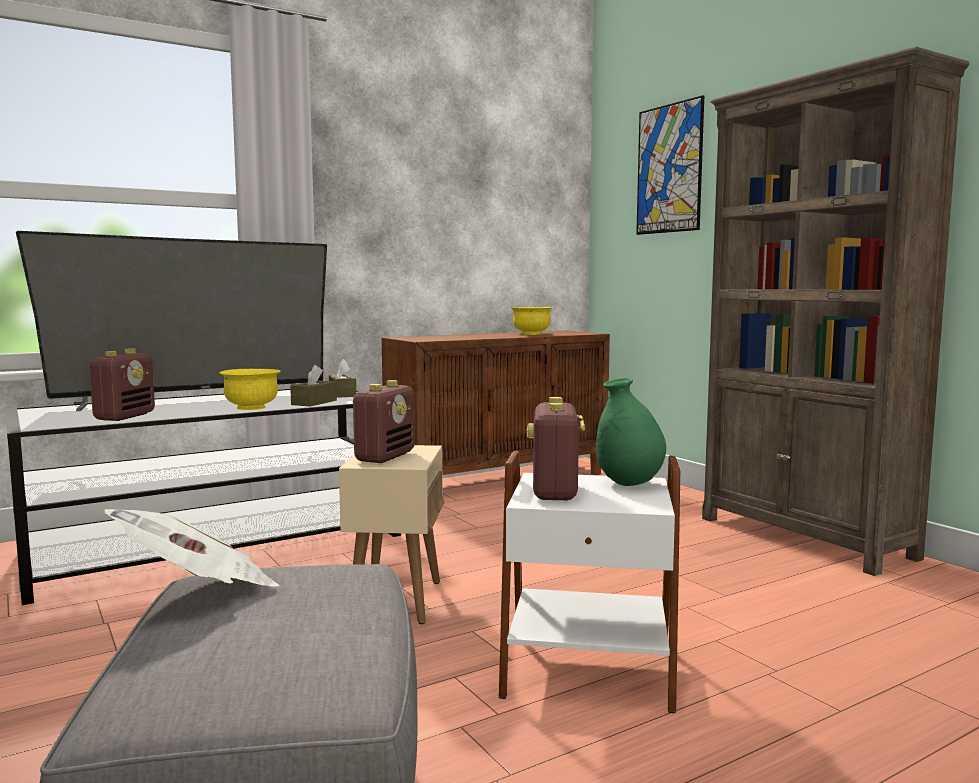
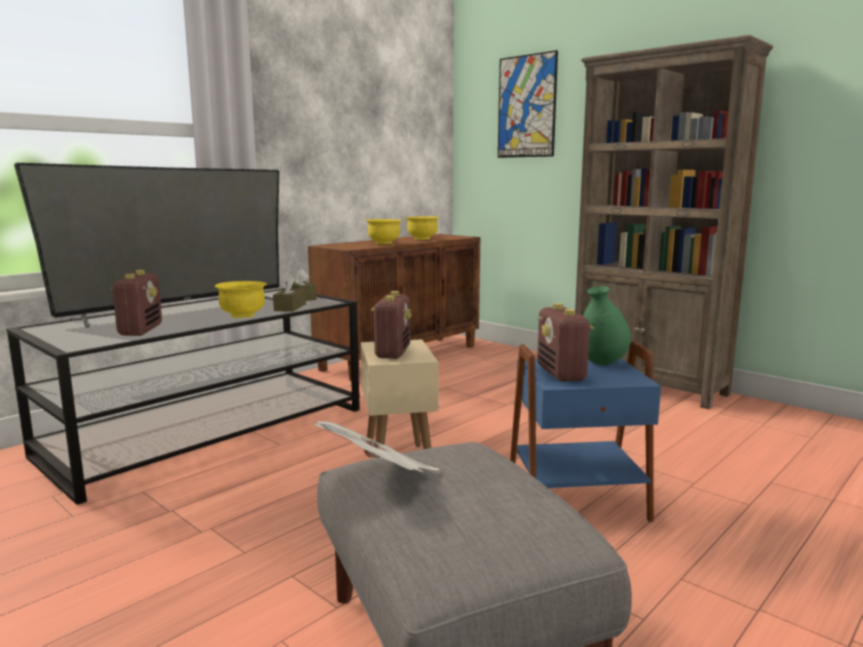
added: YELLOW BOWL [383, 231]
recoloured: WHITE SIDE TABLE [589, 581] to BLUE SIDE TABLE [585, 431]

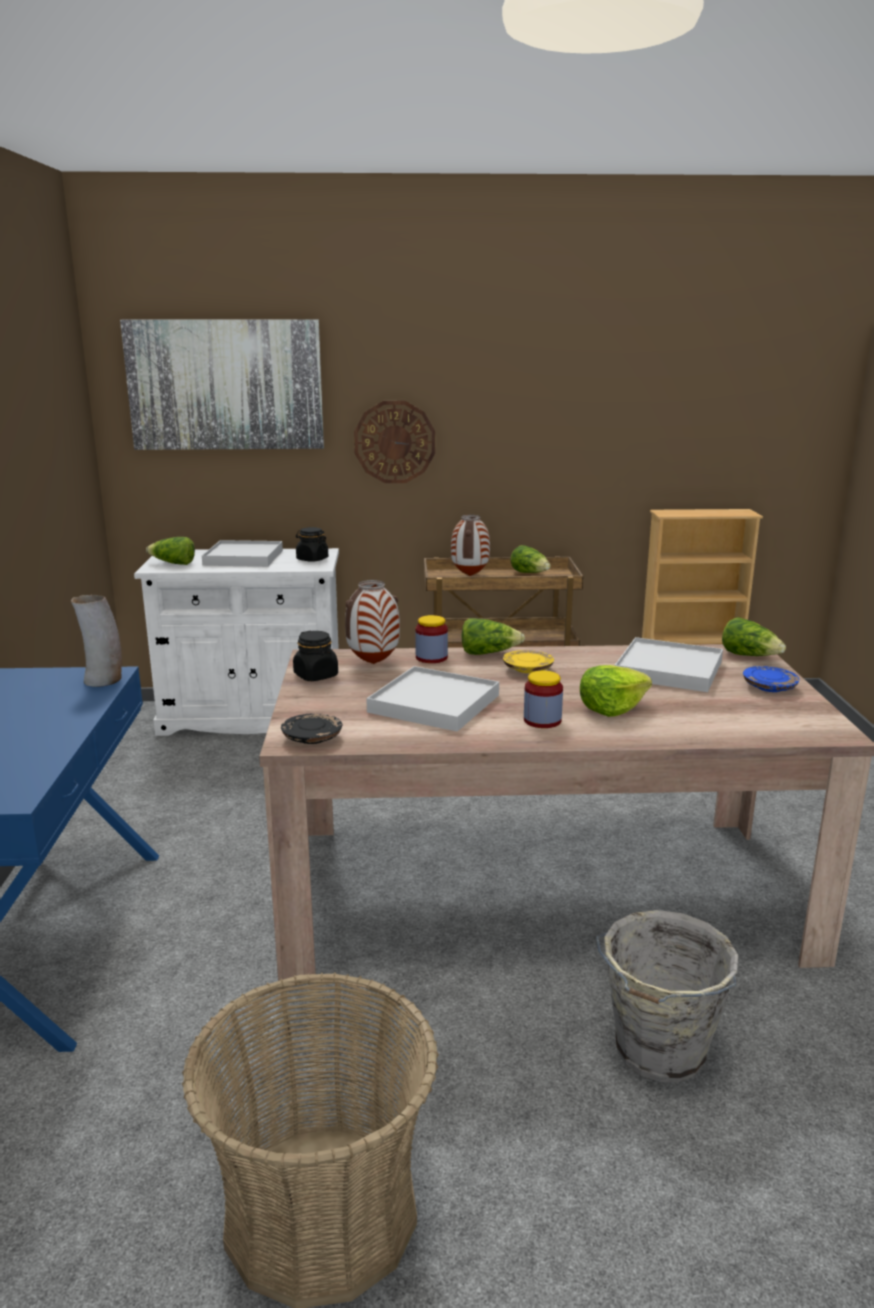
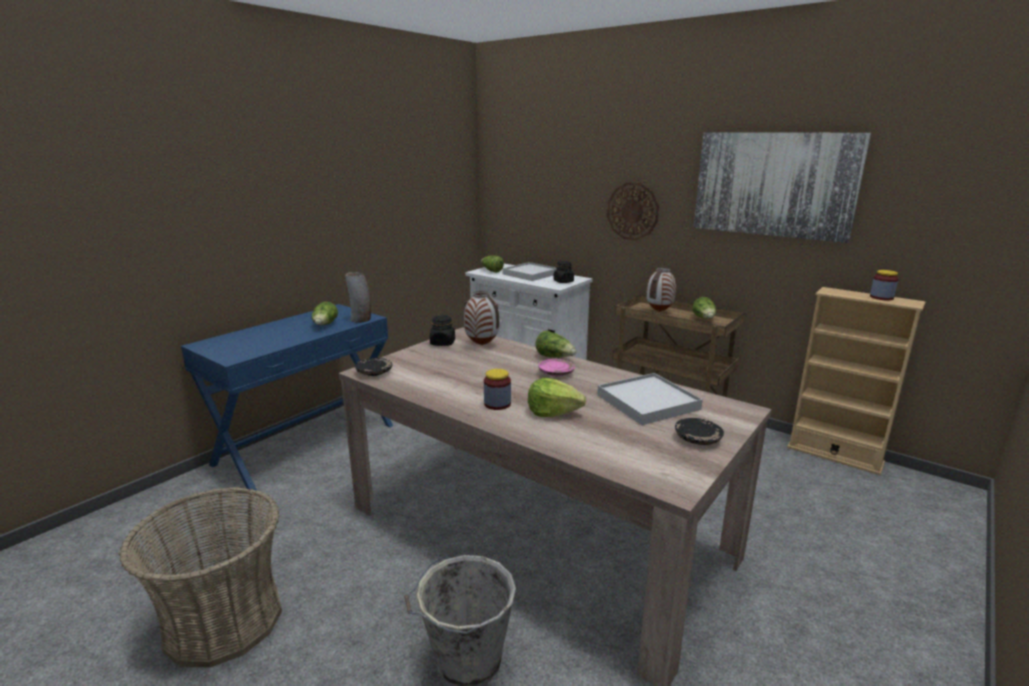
removed: WHITE TRAY [432, 699]
moved: PICTURE [222, 385] to [782, 187]; JAR [431, 639] to [884, 285]; LETTUCE [754, 636] to [325, 313]
recoloured: YELLOW PLATE [528, 662] to PINK PLATE [556, 368]; BLUE PLATE [771, 679] to BLACK PLATE [699, 431]

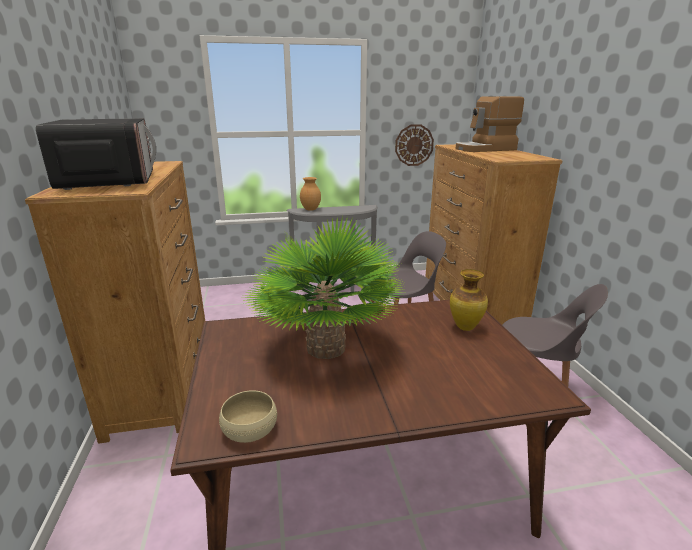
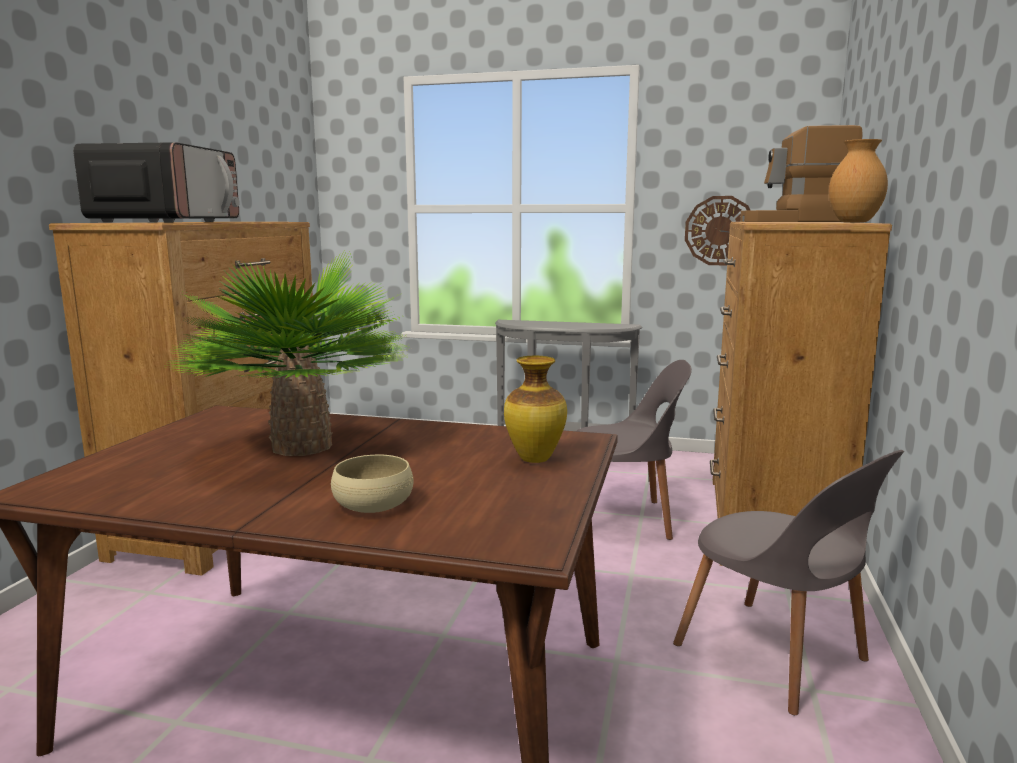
moved: BEIGE BOWL [248, 416] to [372, 484]; BROWN VASE [310, 194] to [858, 181]

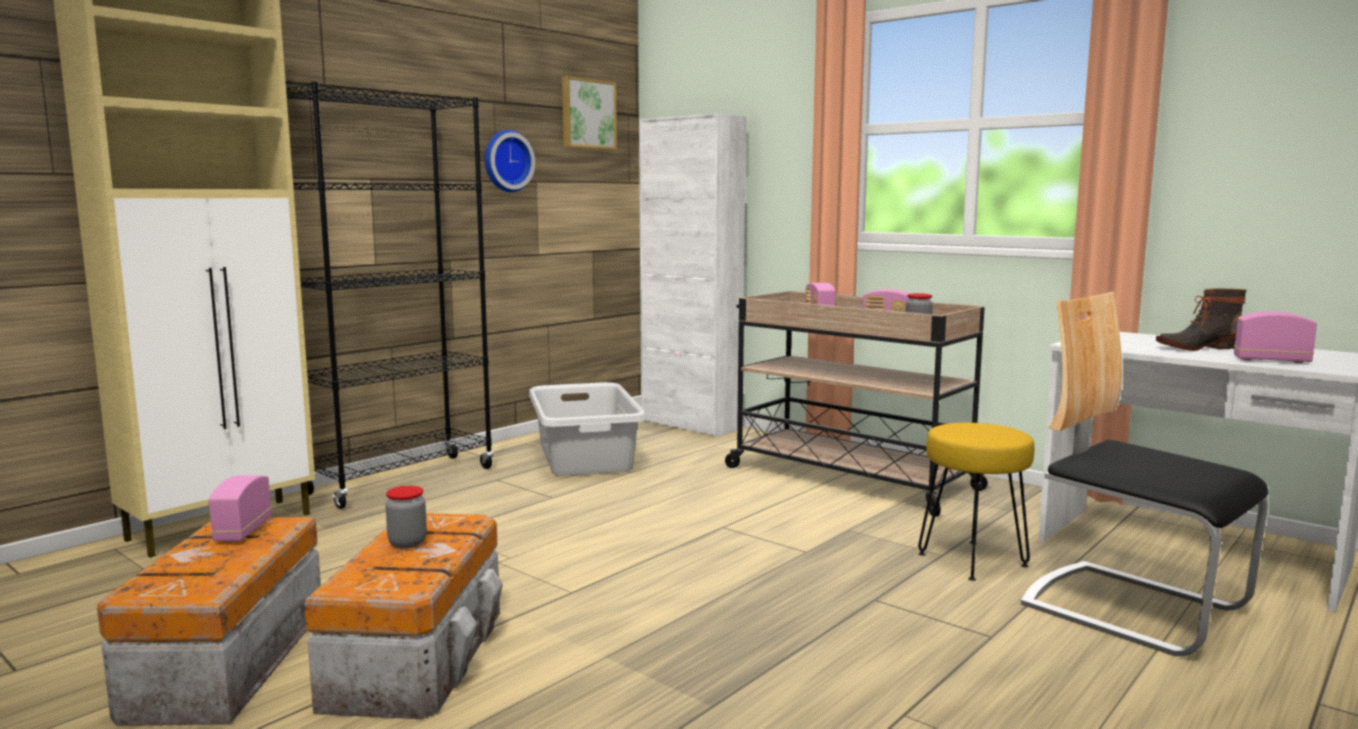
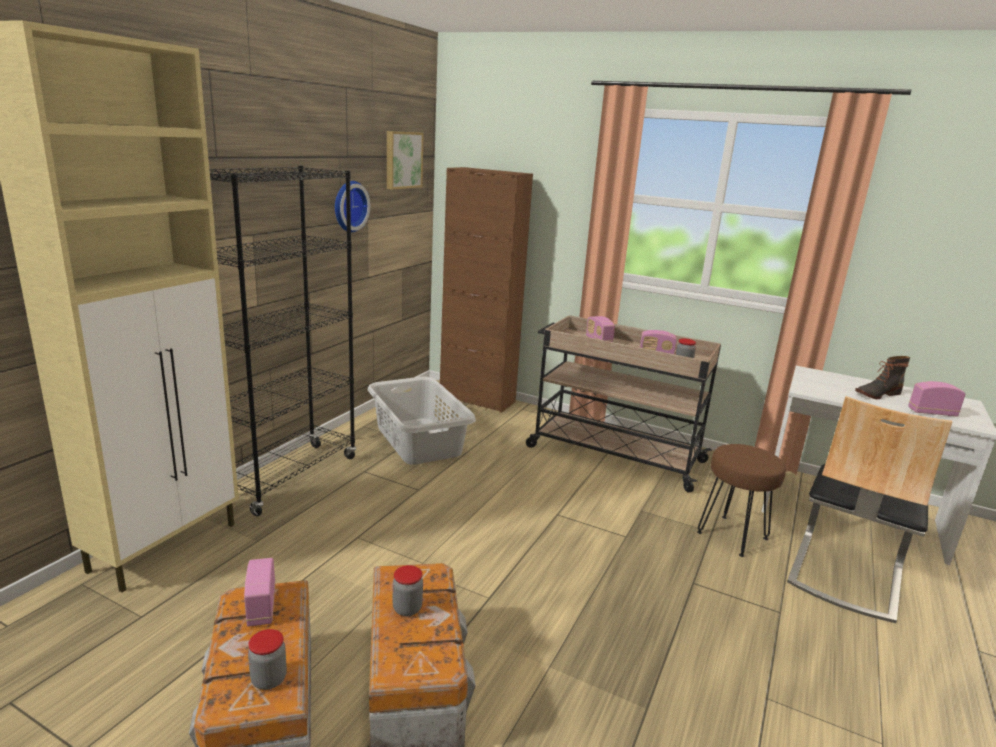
added: JAR [267, 659]
recoloured: WHITE CABINET [693, 275] to BROWN CABINET [486, 290]; YELLOW STOOL [976, 502] to BROWN STOOL [741, 500]
turned: CHAIR [1145, 474] = [869, 509] 90 degrees counterclockwise

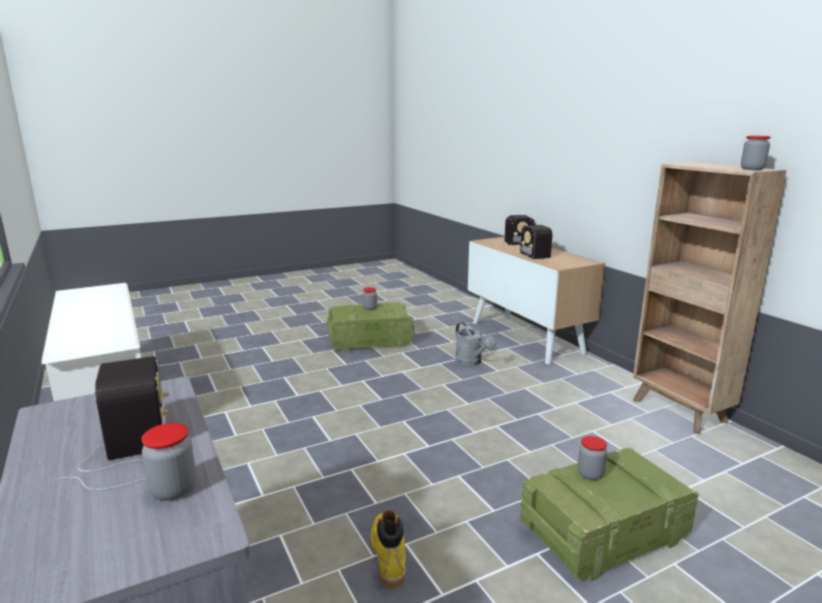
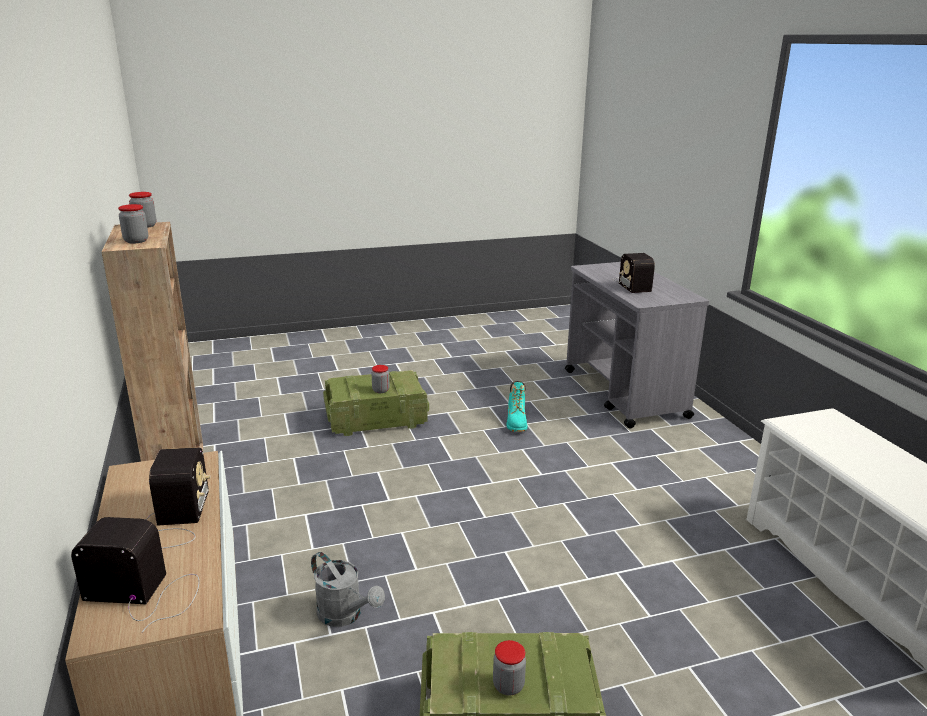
moved: JAR [168, 461] to [133, 223]
recoloured: YELLOW BOOT [388, 549] to TURQUOISE BOOT [517, 406]
turned: GREY WATERING CAN [475, 344] = [348, 589] 150 degrees clockwise

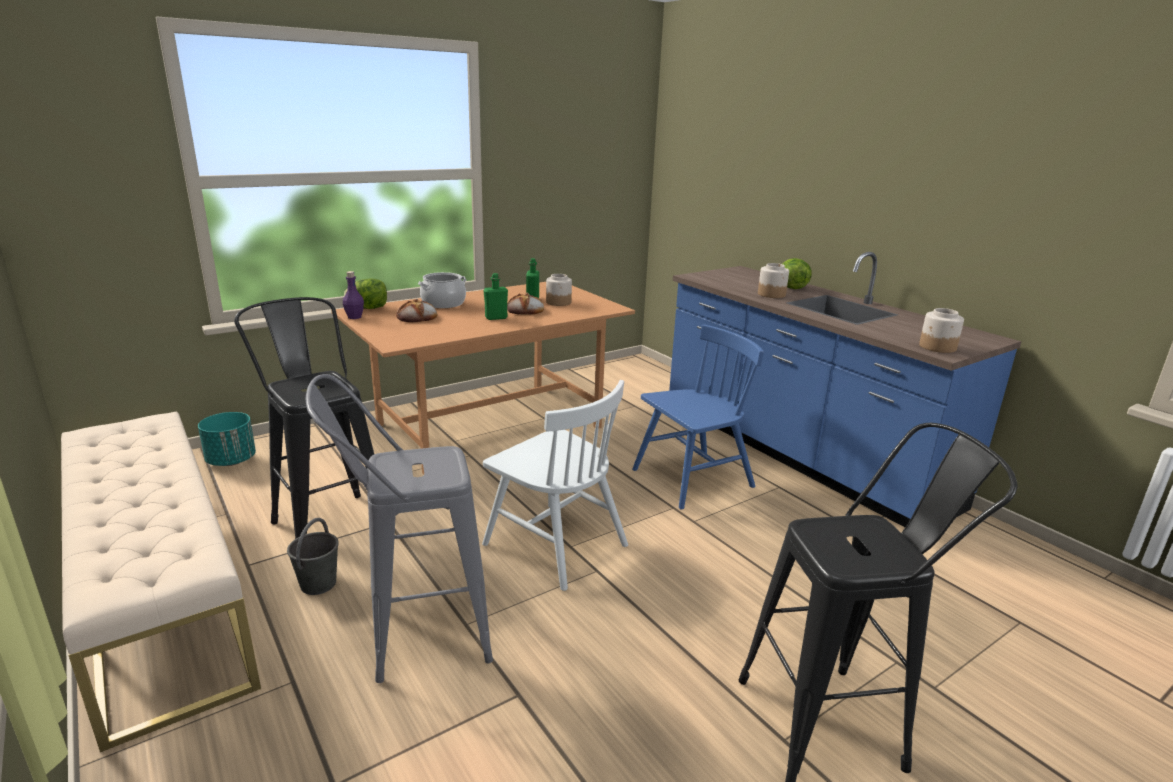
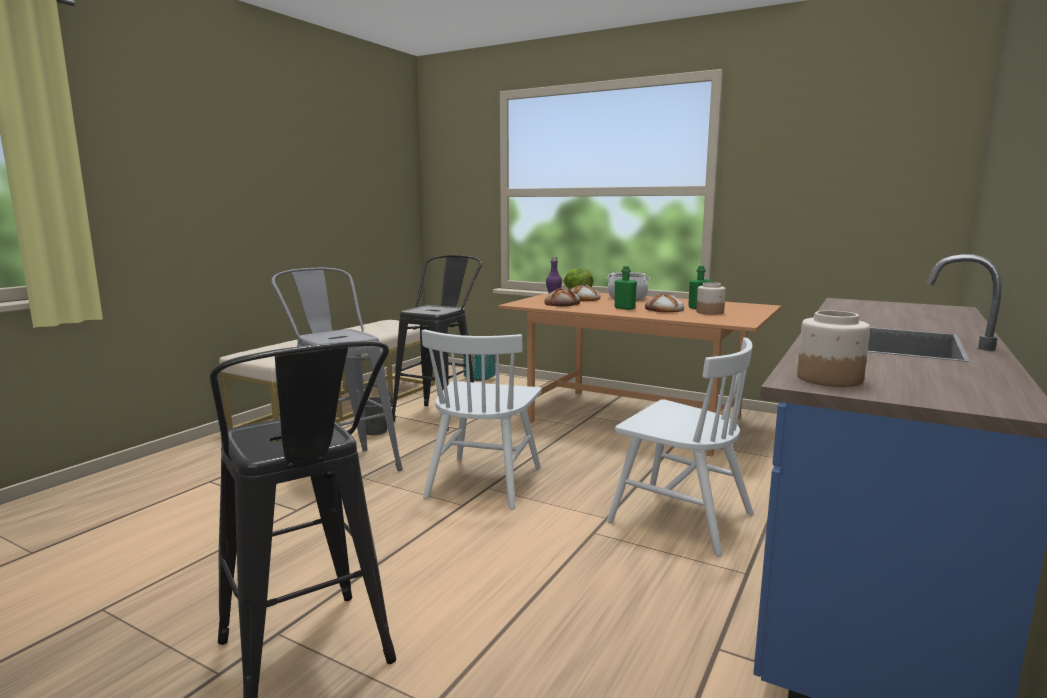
removed: JAR [773, 280]; LETTUCE [797, 273]
added: BREAD [562, 297]
recoloured: BLUE CHAIR [698, 417] to WHITE CHAIR [680, 447]

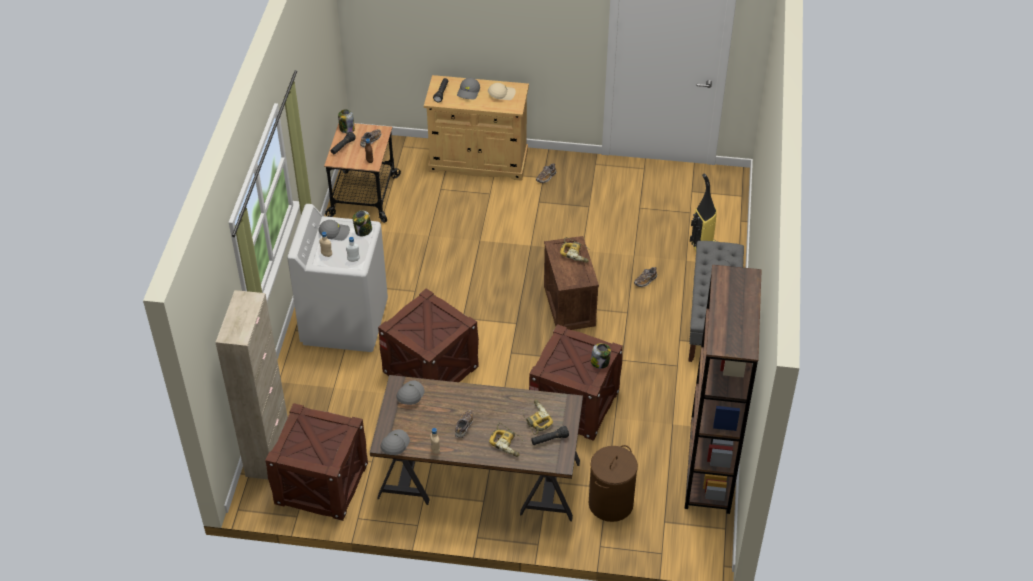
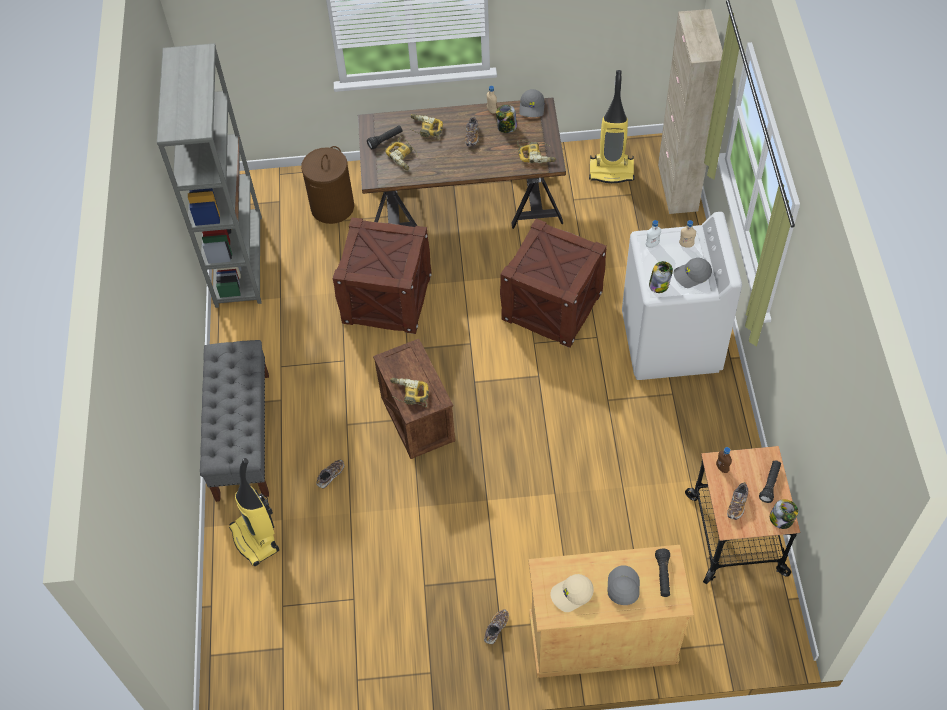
moved: JAR [601, 356] to [506, 119]
replaced: CRATE [316, 462] to VACUUM CLEANER [611, 126]; GREY CAP [410, 392] to POWER DRILL [536, 151]
recoloured: BROWN BOOKCASE [723, 389] to GREY BOOKCASE [209, 175]

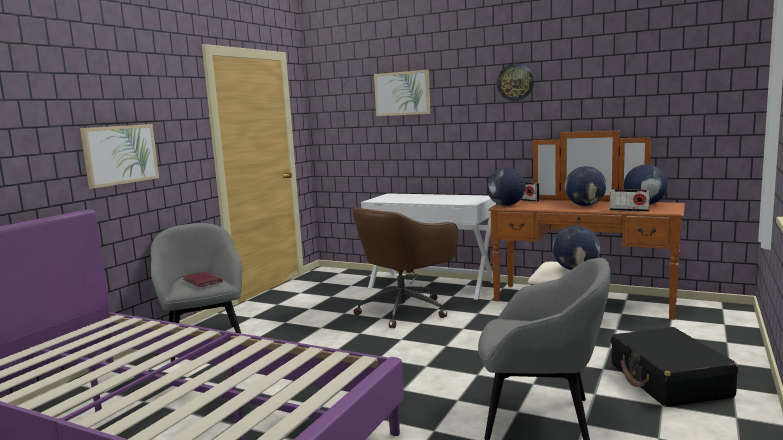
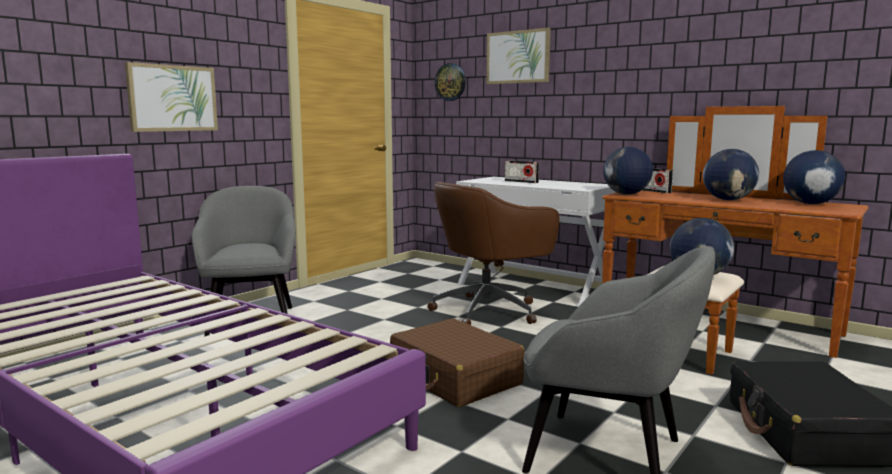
removed: RED BOOK [203, 279]
added: BROWN SUITCASE [457, 362]
moved: WALL CLOCK [515, 82] to [450, 82]; RADIO [630, 200] to [522, 172]

